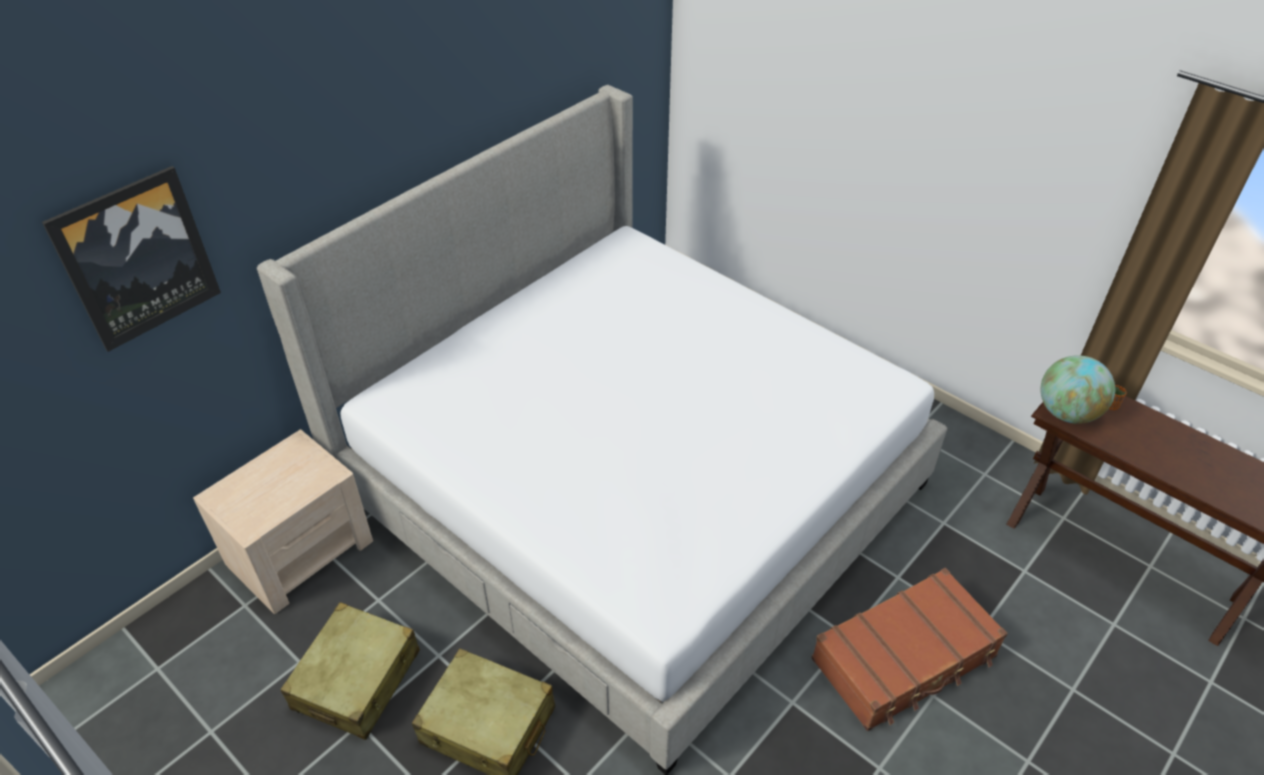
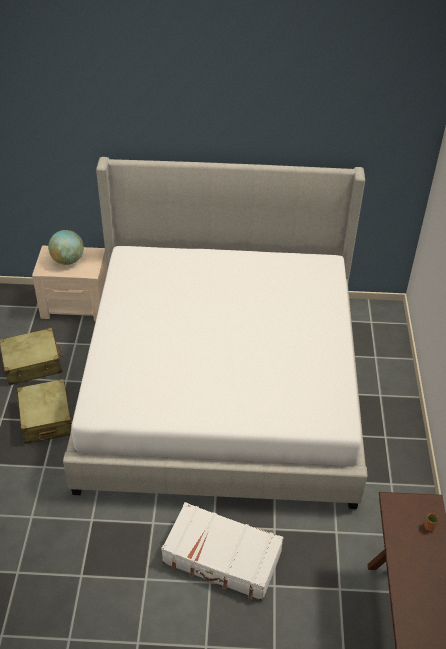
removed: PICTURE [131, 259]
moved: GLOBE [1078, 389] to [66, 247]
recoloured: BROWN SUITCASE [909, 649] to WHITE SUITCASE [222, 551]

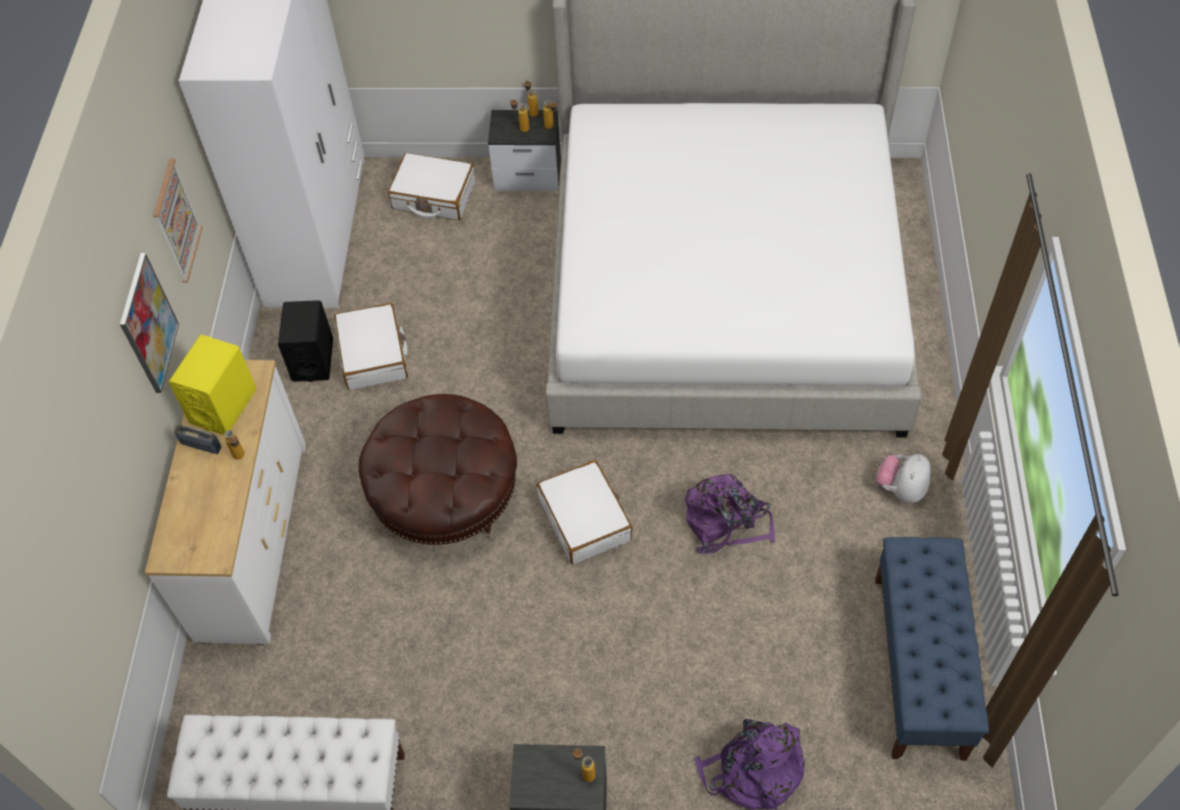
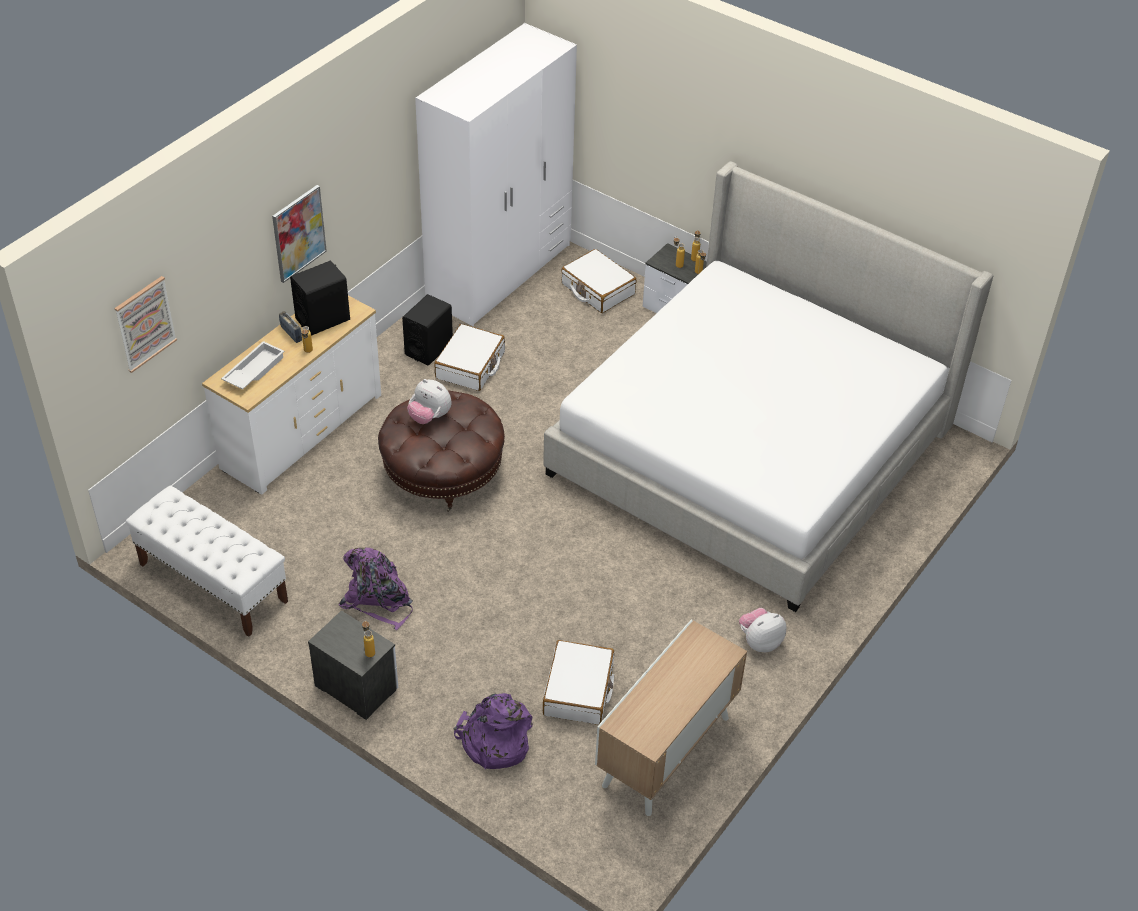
added: WHITE TRAY [253, 365]; PLUSH TOY [429, 401]
moved: PICTURE [178, 220] to [145, 324]; WHITE SUITCASE [584, 512] to [578, 682]; PURPLE BACKPACK [730, 514] to [376, 589]
replaced: BLUE BENCH [932, 649] to CABINET [671, 718]
recoloured: YELLOW SPEAKER [212, 385] to BLACK SPEAKER [320, 298]

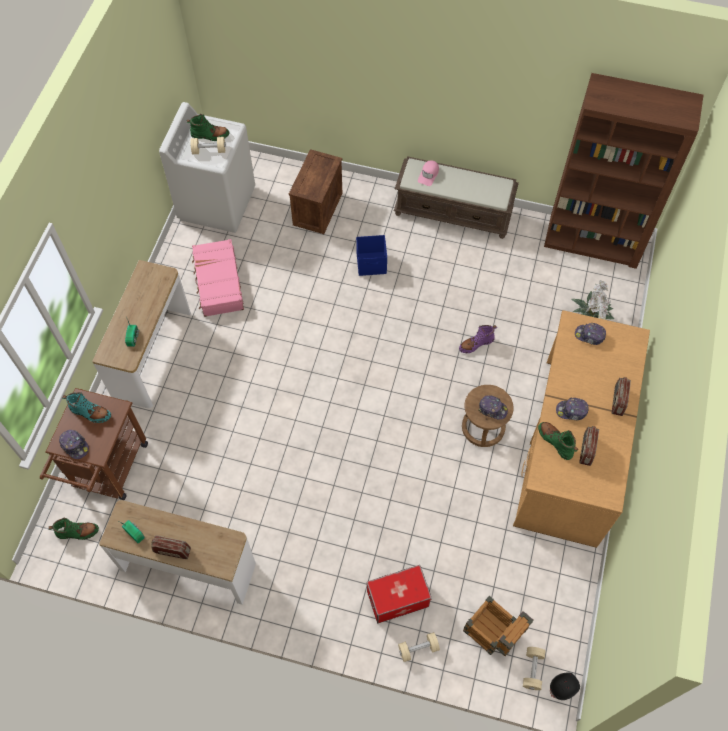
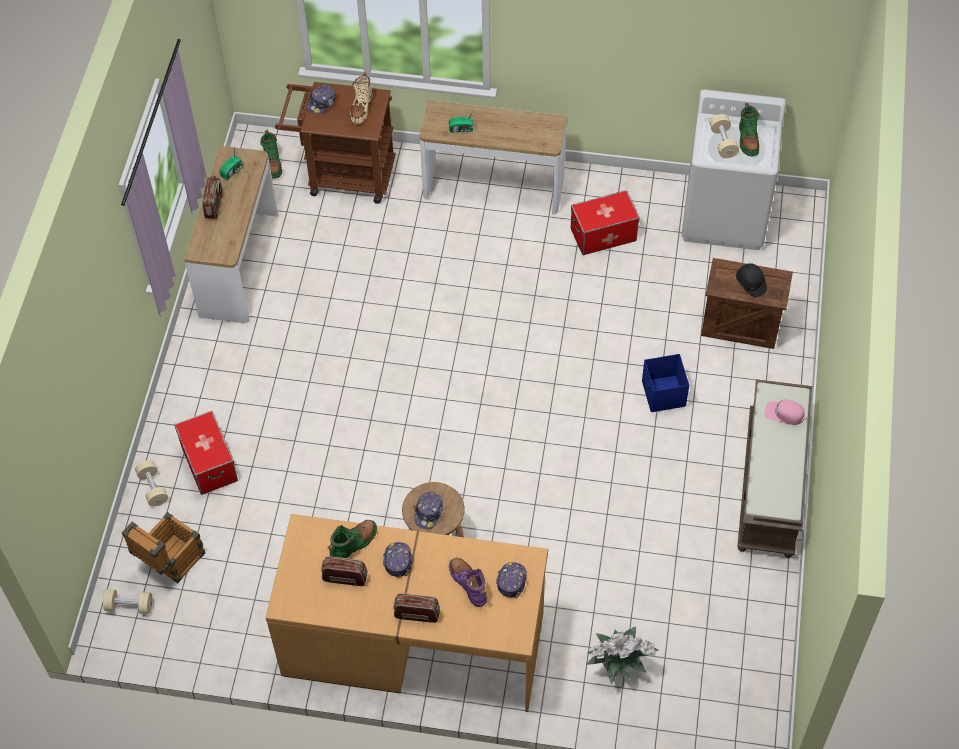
removed: BROWN BOOKCASE [624, 171]
moved: PURPLE BOOT [478, 339] to [468, 582]; BLACK HARD HAT [565, 686] to [751, 280]
replaced: PINK SUITCASE [218, 278] to STORAGE BOX [605, 222]
recoloured: TURQUOISE BOOT [87, 407] to BEIGE BOOT [361, 98]

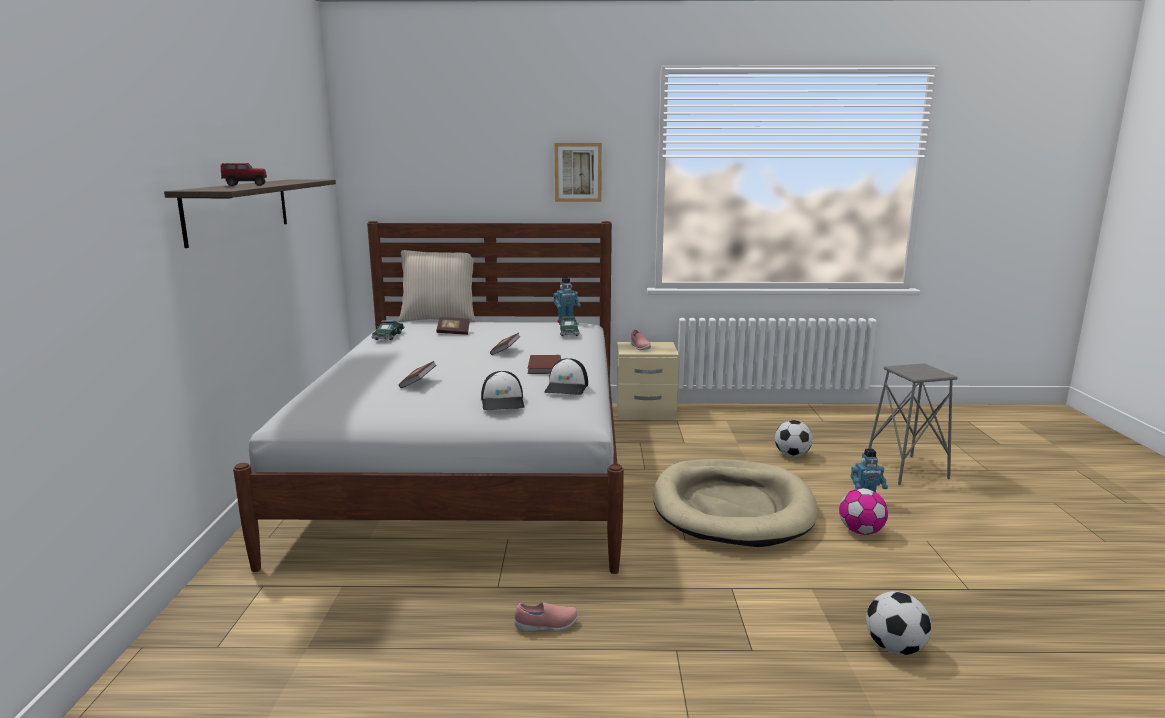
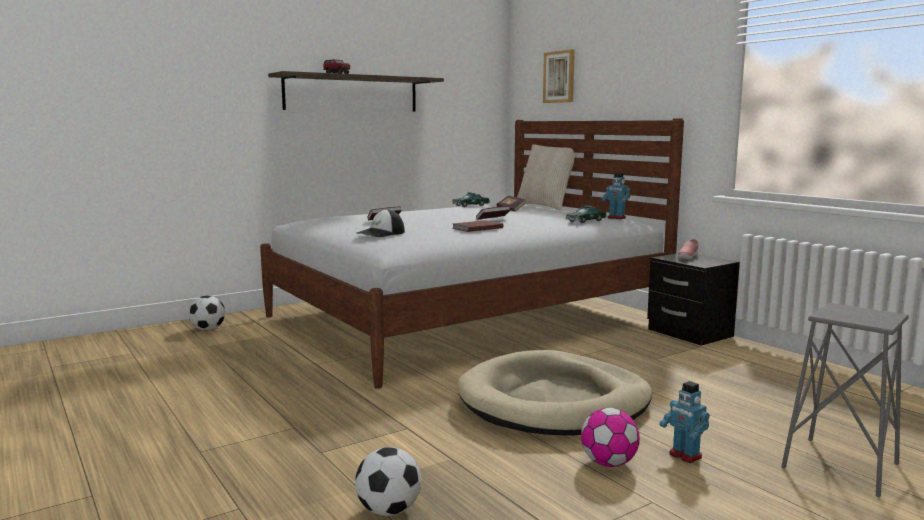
removed: PINK SHOE [546, 617]; CAP [566, 376]
moved: PICTURE [578, 172] to [559, 76]; FOOTBALL [794, 438] to [206, 313]
recoloured: BEIGE NIGHTSTAND [647, 381] to BLACK NIGHTSTAND [693, 299]

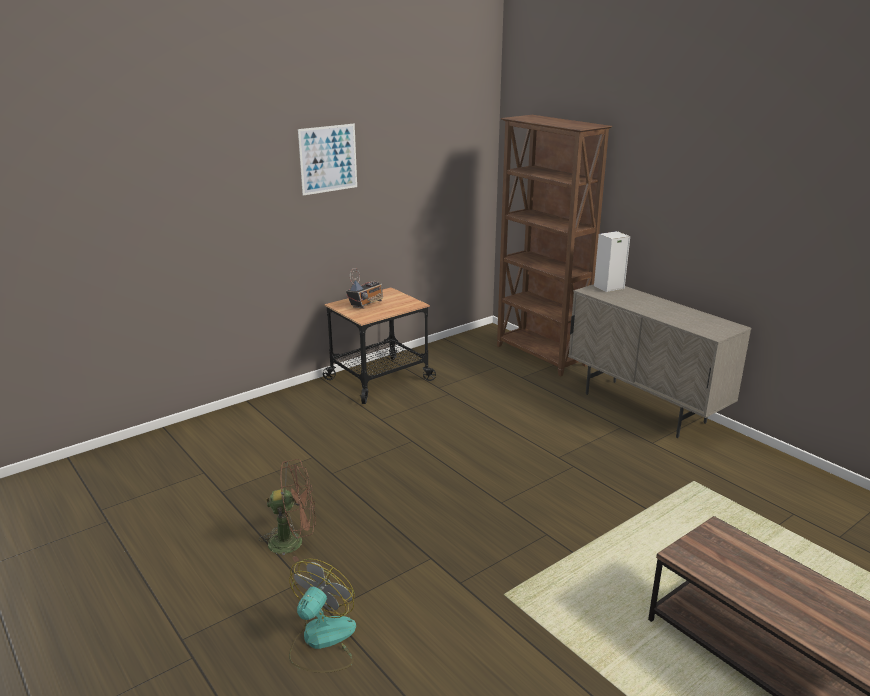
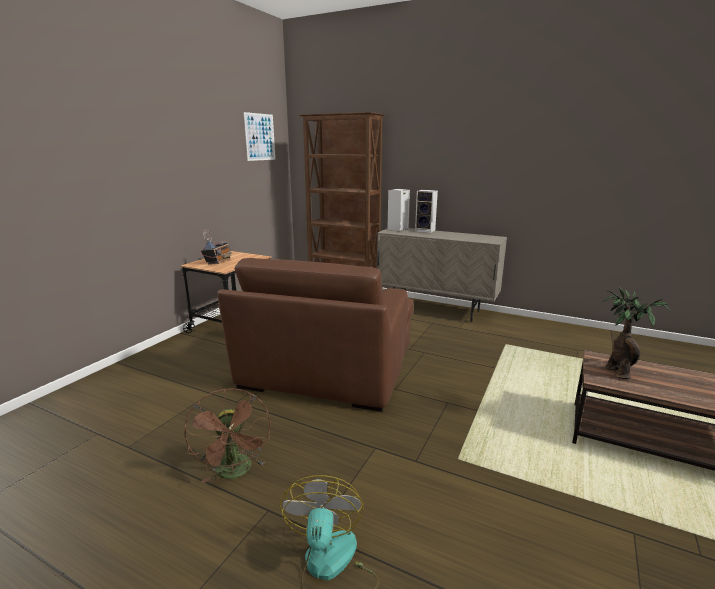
added: BROWN ARMCHAIR [315, 335]; SPEAKER [426, 211]; POTTED PLANT [636, 333]
moved: PICTURE [327, 160] to [259, 136]
turned: BROWN FAN [287, 510] = [227, 435] 105 degrees clockwise

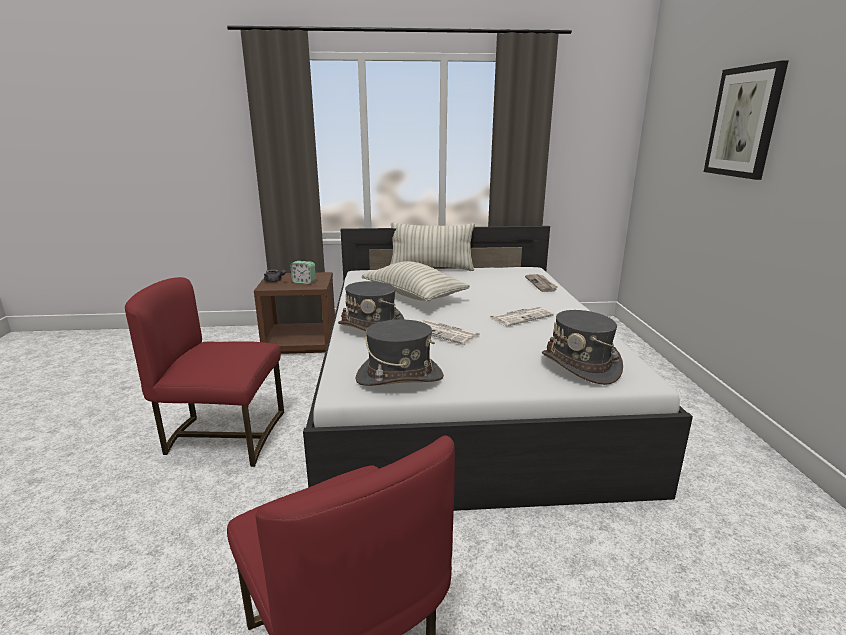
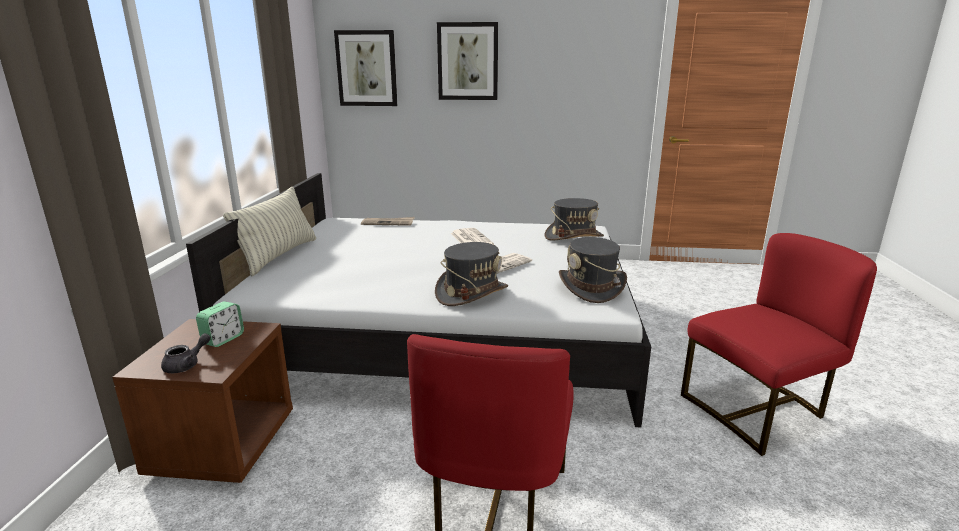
removed: PILLOW [416, 281]
added: PICTURE [365, 68]

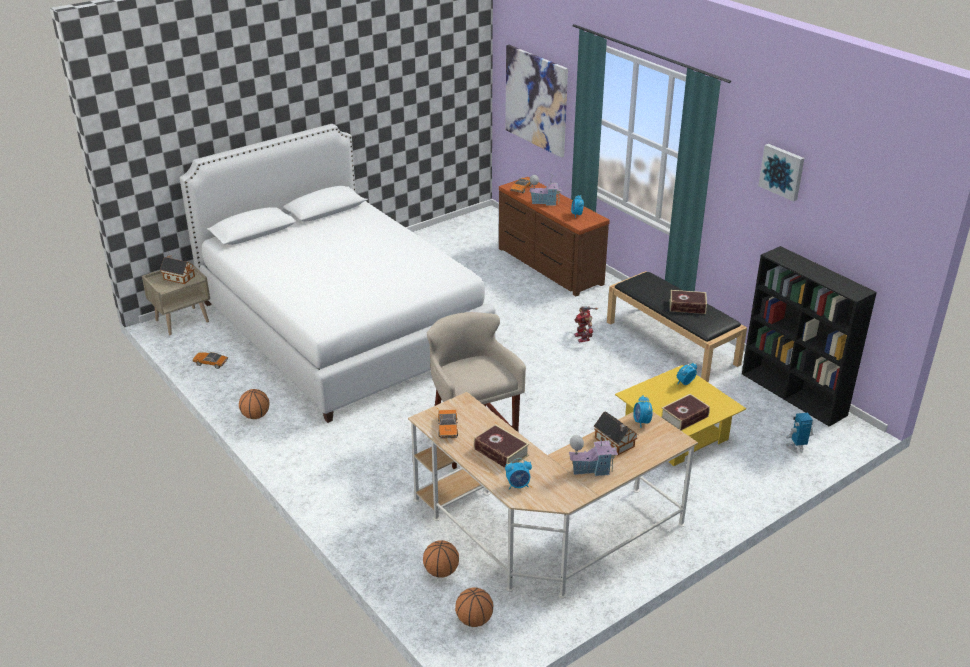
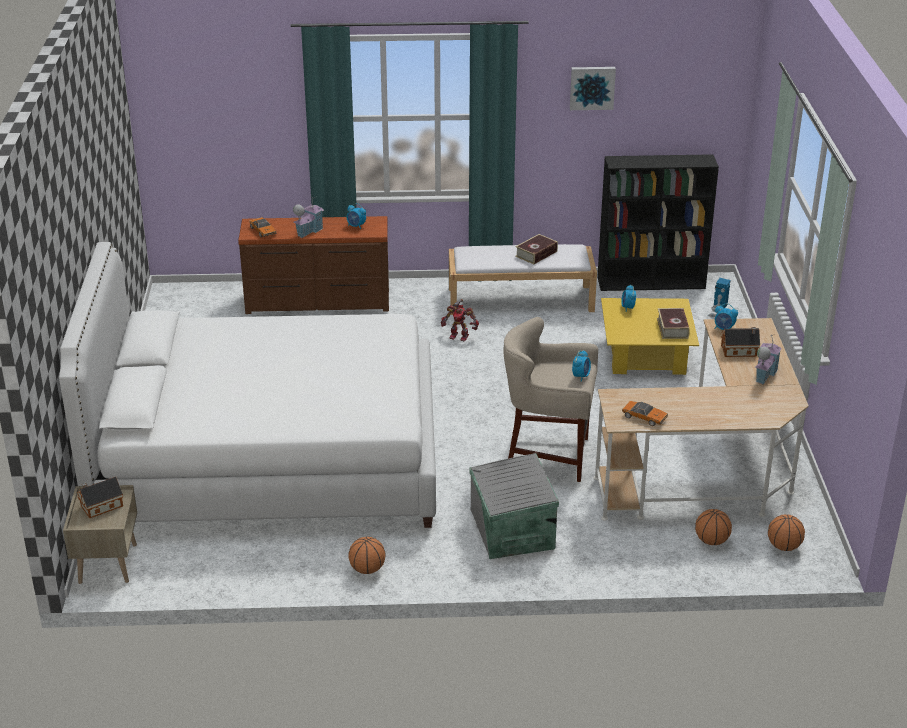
removed: TOY CAR [210, 360]; BOOK [501, 446]; PICTURE [536, 101]
added: GREY STORAGE BOX [514, 506]
moved: ALARM CLOCK [518, 473] to [581, 366]
recoloured: BLACK BENCH [677, 326] to WHITE BENCH [523, 279]

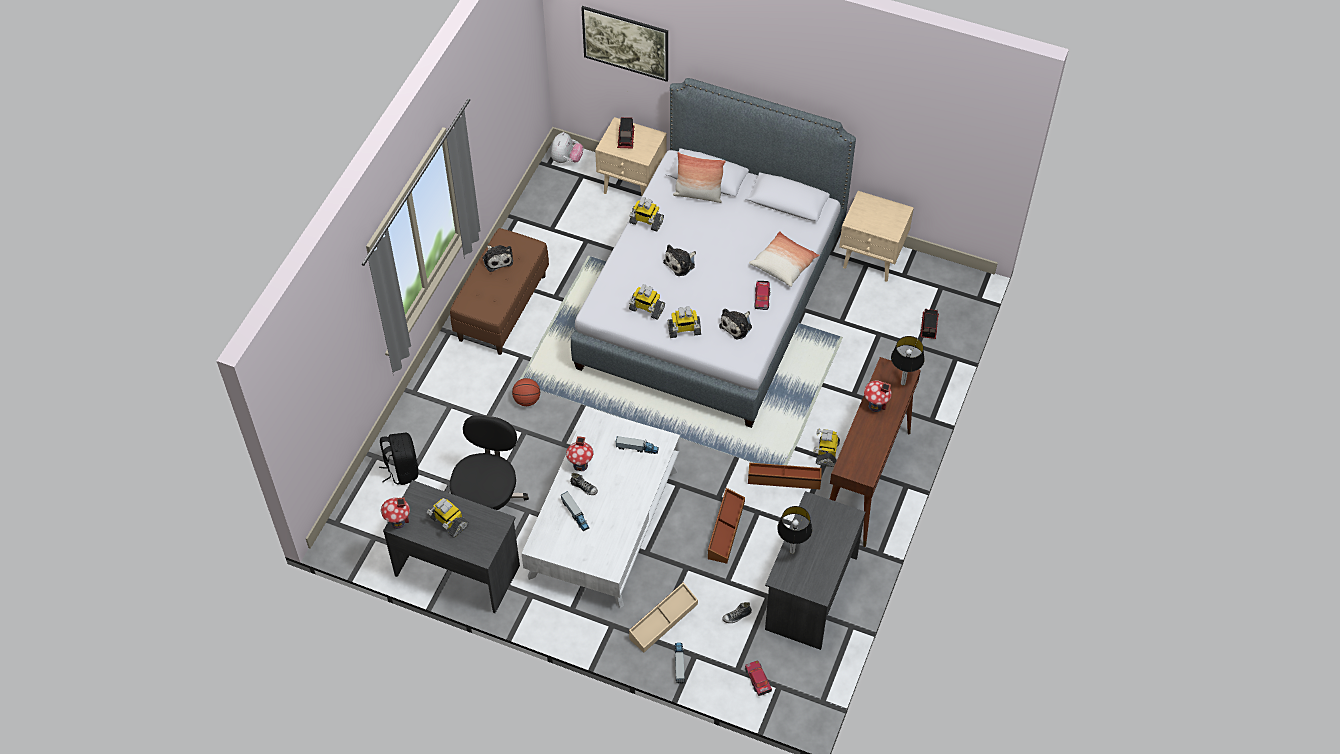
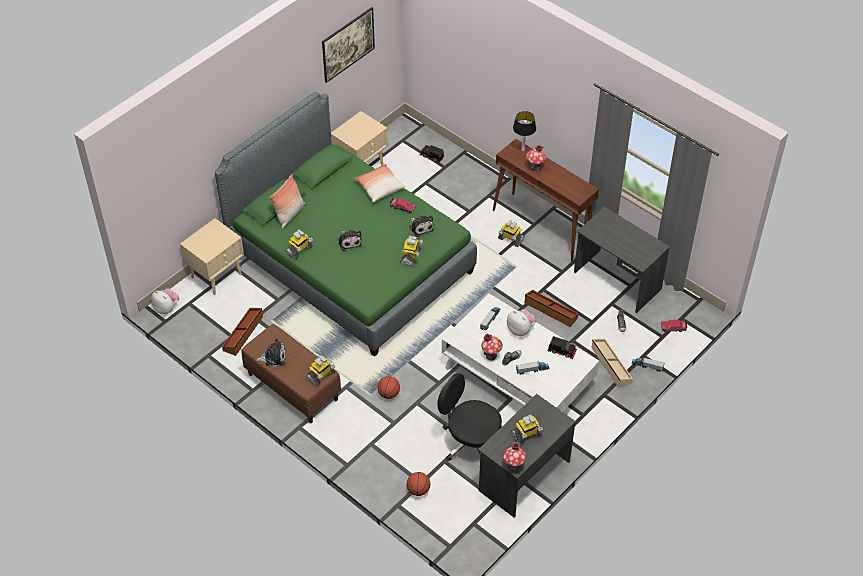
removed: TABLE LAMP [794, 530]
added: PLUSH TOY [521, 322]
moved: PICTURE [624, 44] to [348, 45]; TOY TRUCK [626, 132] to [562, 347]; TOY ROBOT [647, 302] to [320, 371]; BROWN STORAGE BOX [784, 476] to [242, 332]
replaced: BLACK BACKPACK [398, 459] to BASKETBALL [418, 484]
recoloured: GREY BED [713, 253] to GREEN BED [346, 224]

